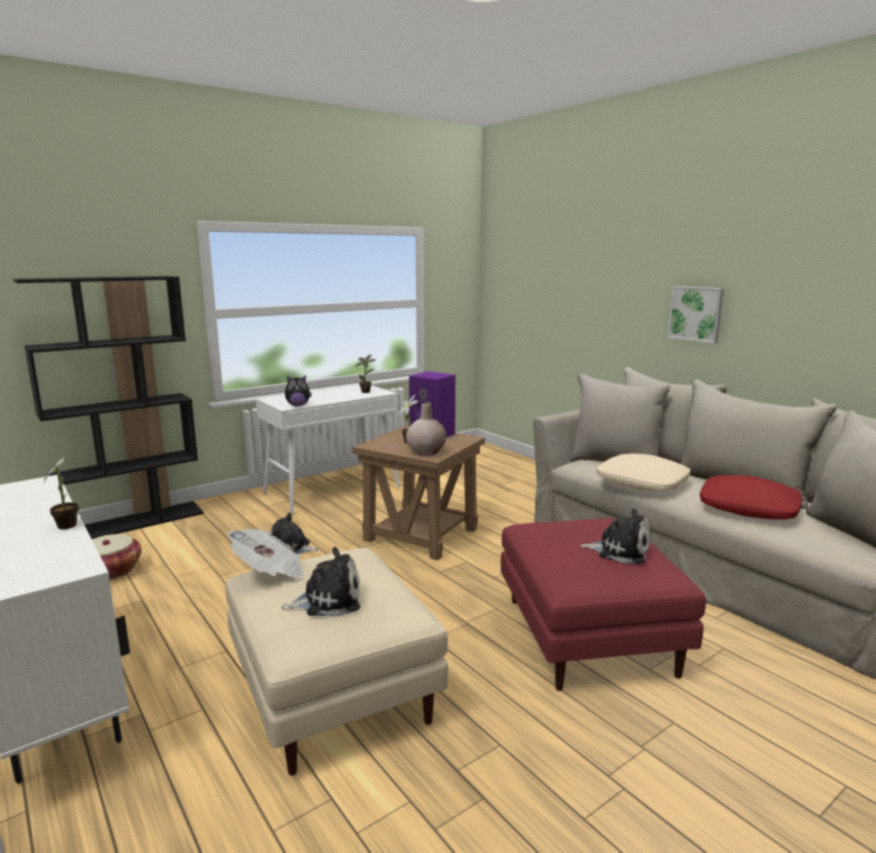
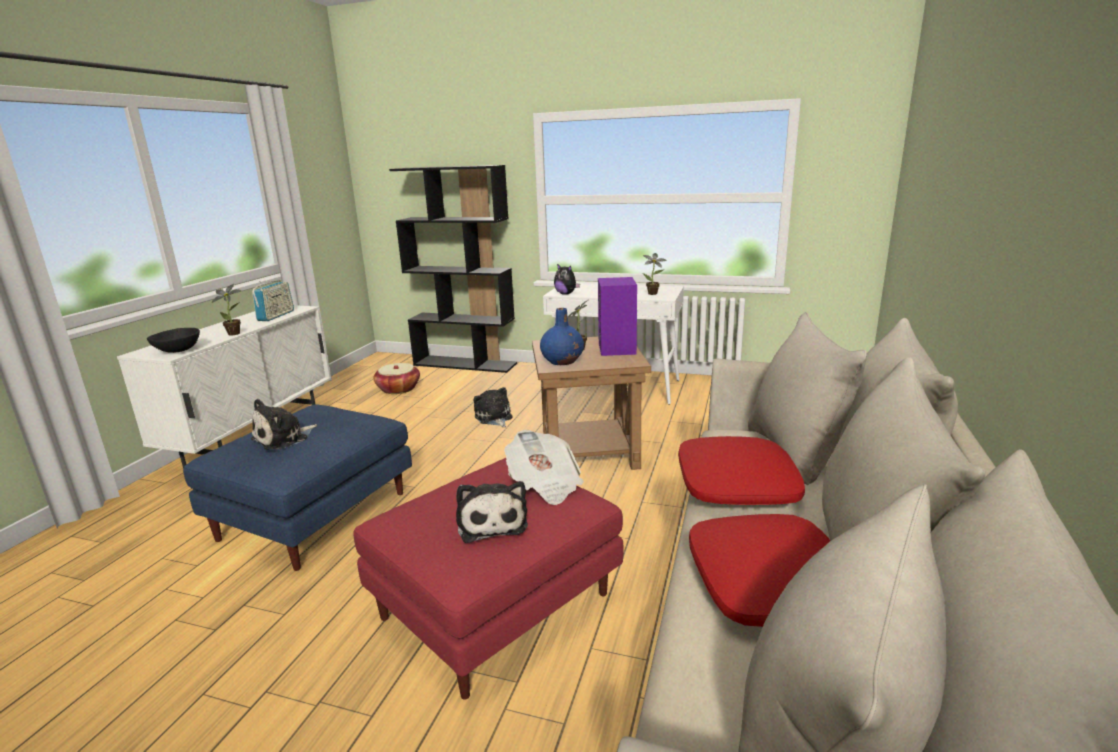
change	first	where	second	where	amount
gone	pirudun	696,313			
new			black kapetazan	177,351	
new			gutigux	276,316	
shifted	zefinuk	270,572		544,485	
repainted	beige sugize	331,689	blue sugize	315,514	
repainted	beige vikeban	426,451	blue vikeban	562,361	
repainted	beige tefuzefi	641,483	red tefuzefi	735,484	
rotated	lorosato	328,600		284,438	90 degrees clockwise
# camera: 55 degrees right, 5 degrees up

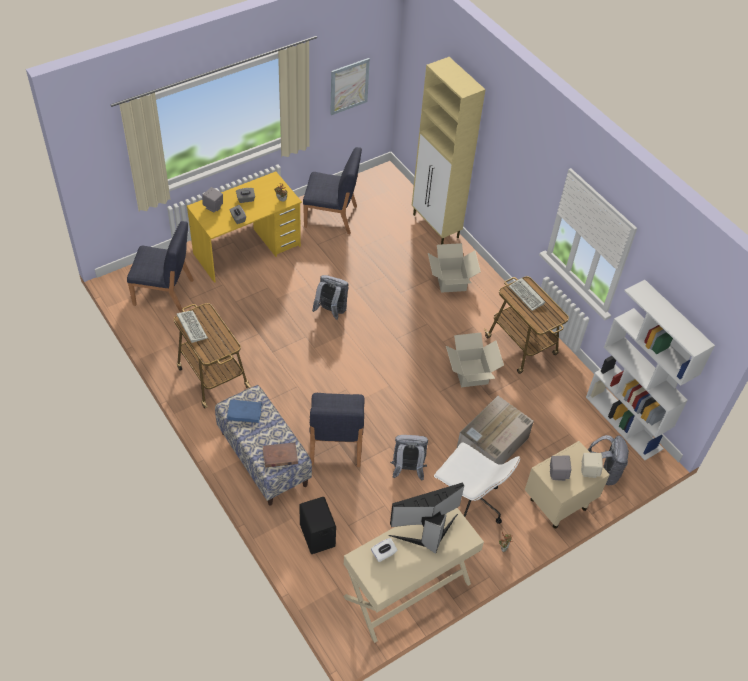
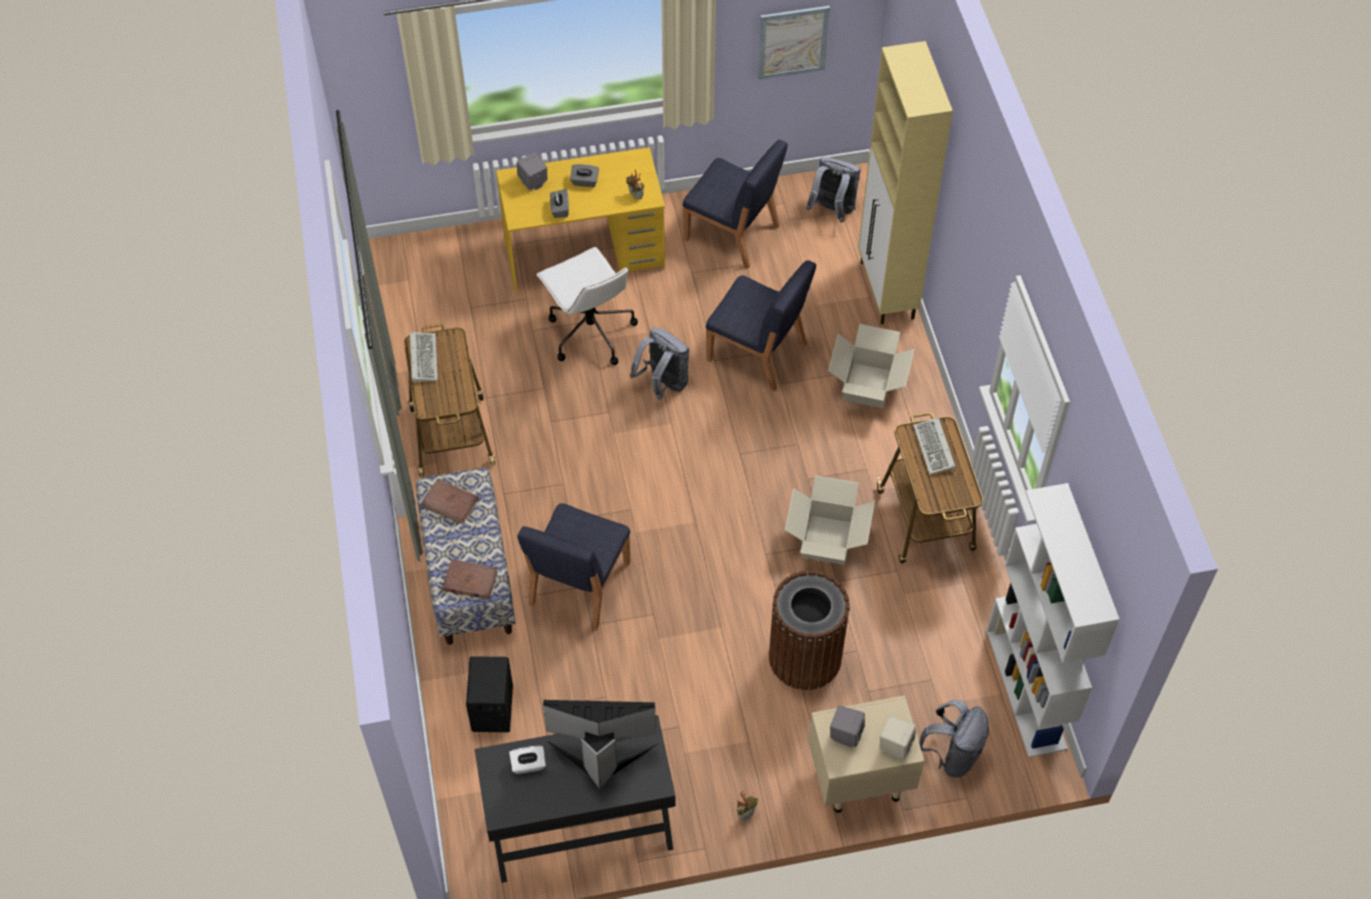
change	first	where	second	where	amount
shifted	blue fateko	164,293		757,353	
shifted	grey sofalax	407,470		832,211	
shifted	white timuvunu	469,503		590,332	
swapped	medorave	492,444	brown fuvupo	805,657	
repainted	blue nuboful	244,412	brown nuboful	450,503	
repainted	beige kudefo	407,590	black kudefo	580,827	
# camera: 25 degrees right, 5 degrees up

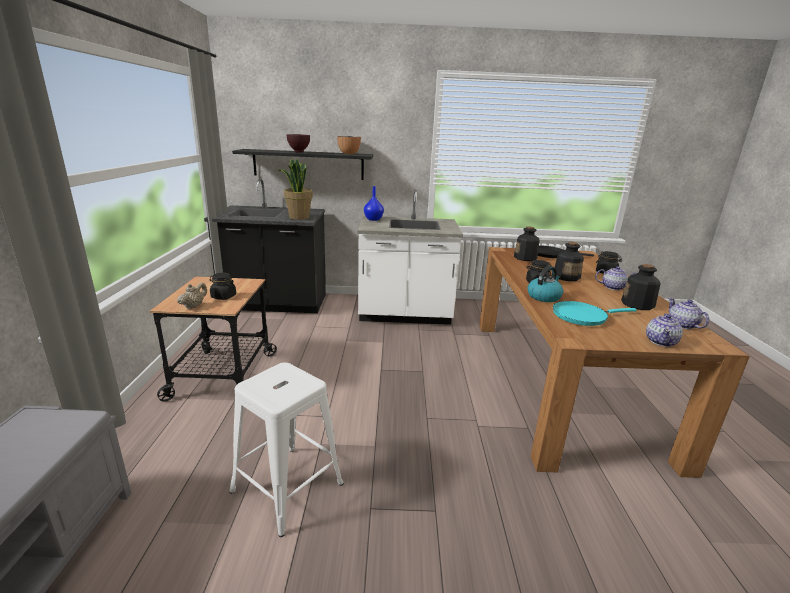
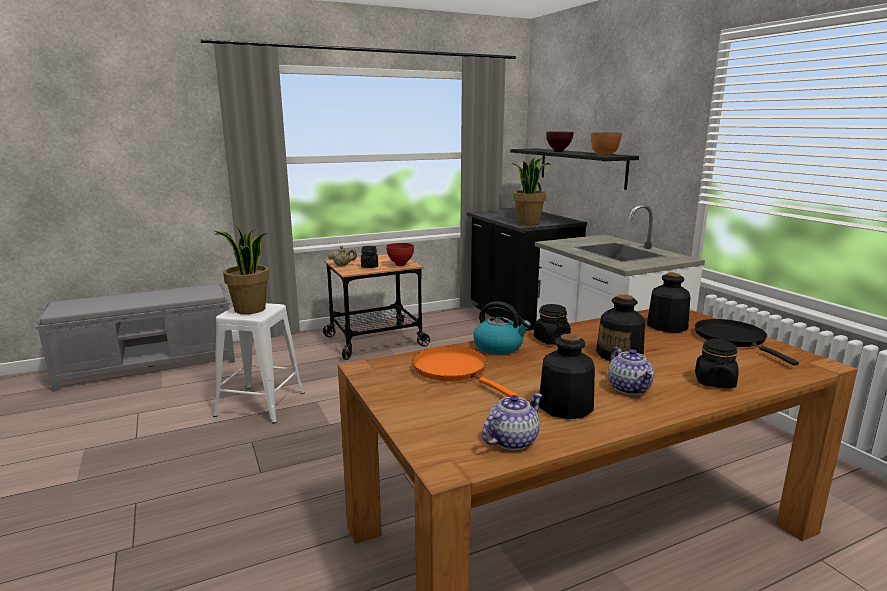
change	first	where	second	where	amount
gone	blue vikeban	373,219			
gone	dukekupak	661,342			
new			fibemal	249,309	
new			red kapetazan	400,265	
repainted	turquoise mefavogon	582,316	orange mefavogon	454,370	
# camera: 65 degrees right, 5 degrees down

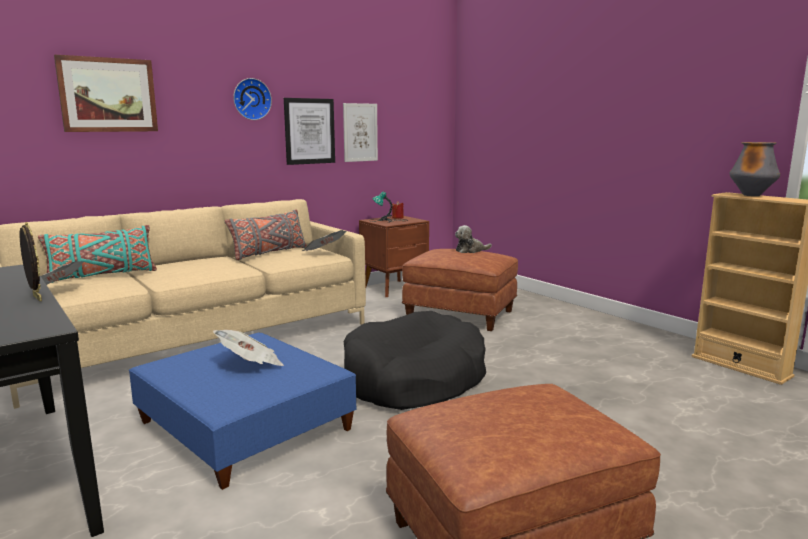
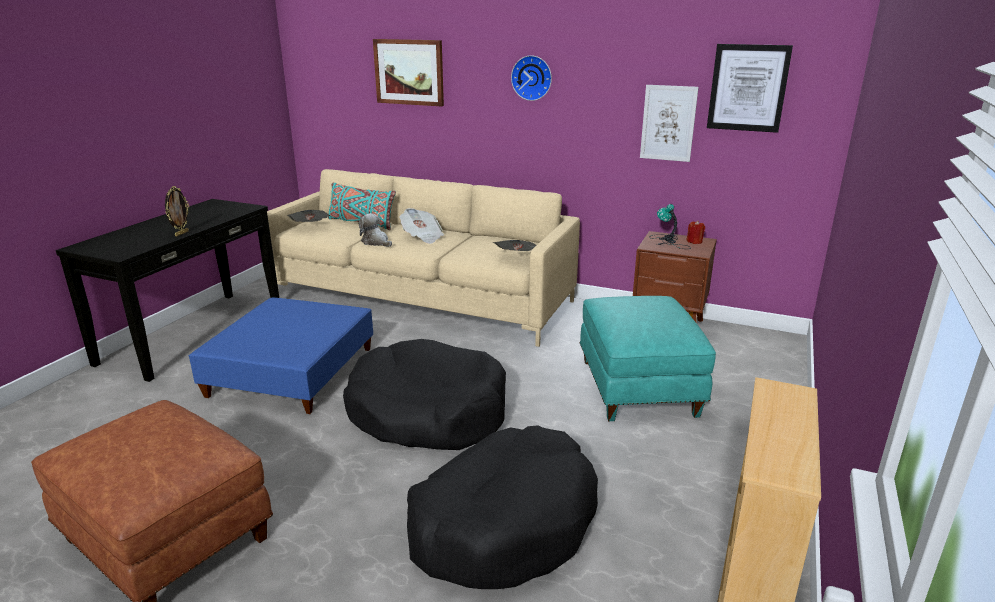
change	first	where	second	where	amount
gone	grey tefuzefi	269,253			
gone	vikeban	751,195			
new			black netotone	503,523	
shifted	zefinuk	251,364		422,237	
shifted	pirudun	309,131		748,88	
shifted	lorosato	470,250		376,242	
repainted	brown sugize	461,314	turquoise sugize	639,388	
# camera: 60 degrees right, 10 degrees up

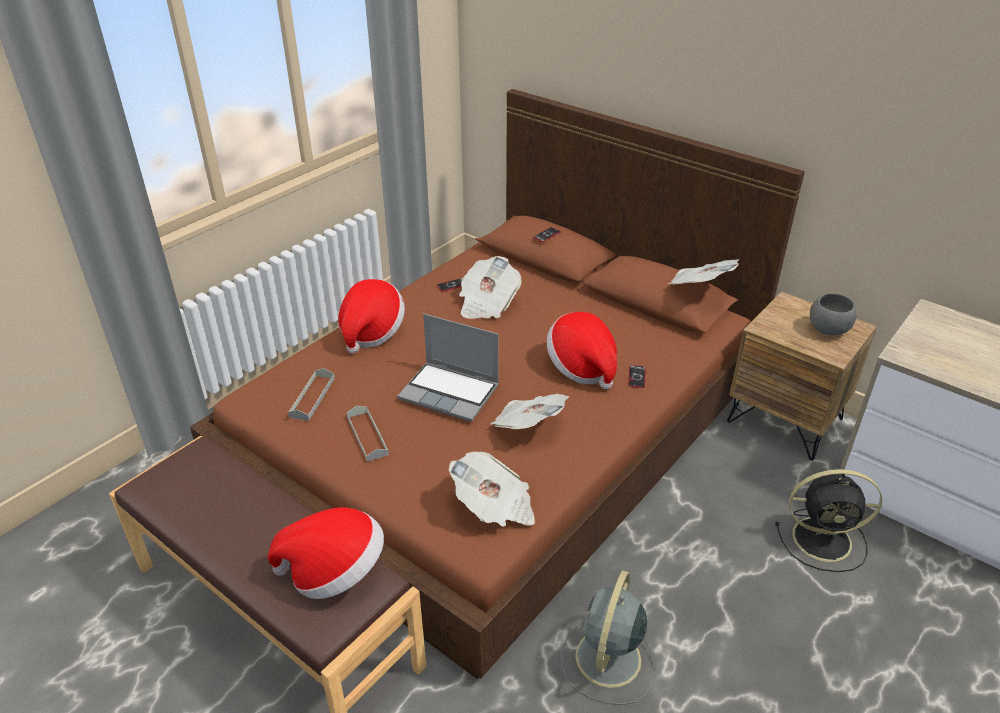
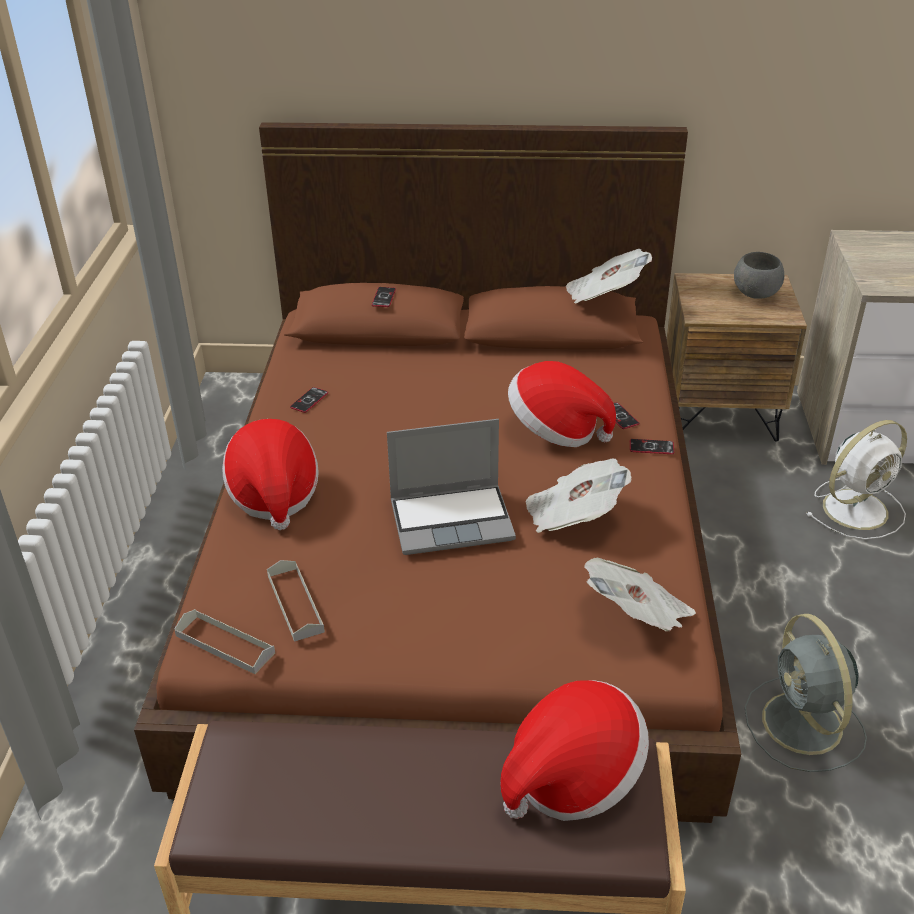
change	first	where	second	where	amount
gone	zefinuk	487,304			
new			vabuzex	651,447	
shifted	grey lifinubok	367,436		225,644	
repainted	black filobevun	824,539	white filobevun	857,508	
# camera: 35 degrees left, 0 degrees up

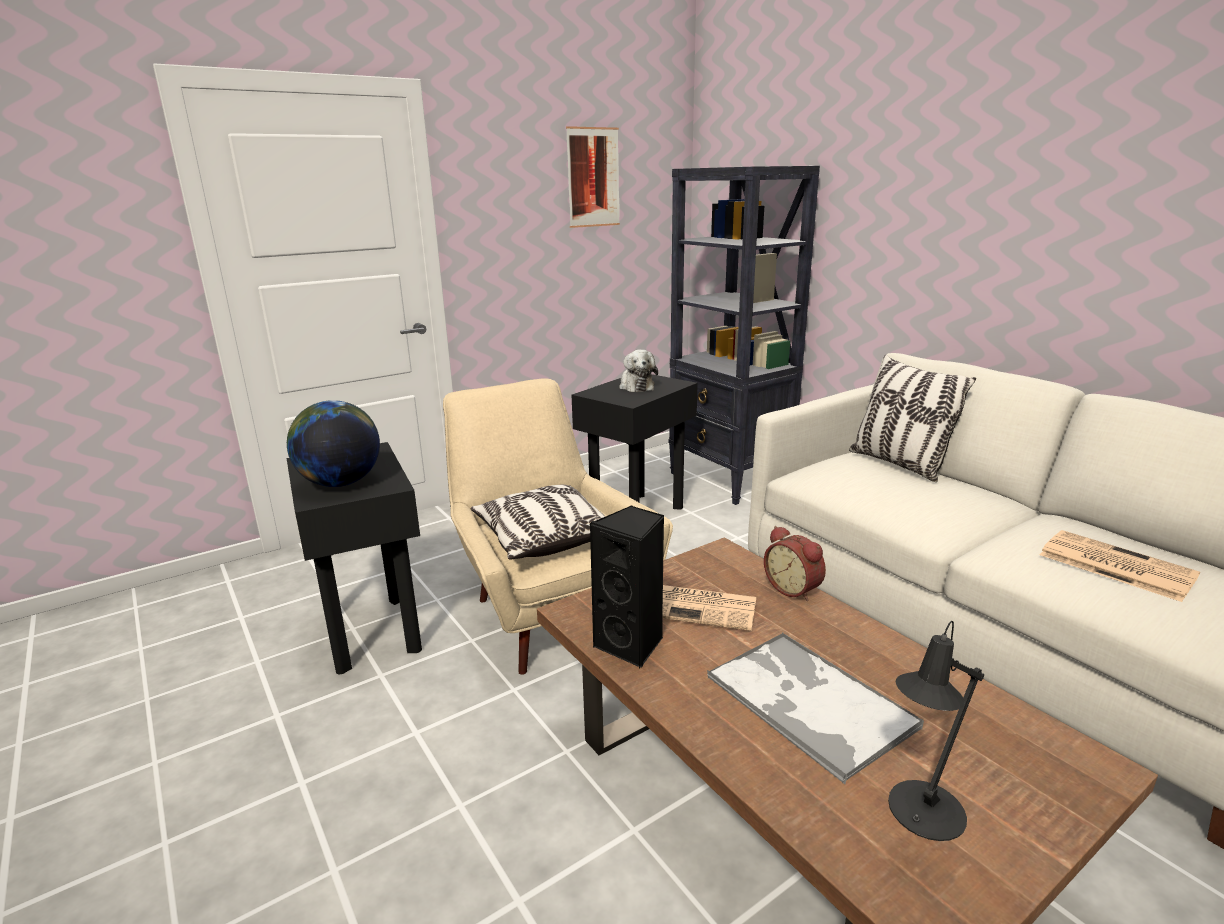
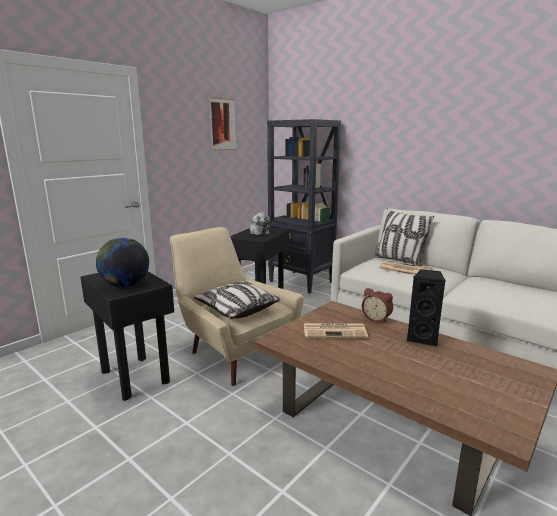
change	first	where	second	where	amount
gone	lifinubok	807,701			
gone	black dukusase	921,816			
shifted	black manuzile	632,645		423,338	
shifted	zefinuk	1113,565		404,269	
# camera: 15 degrees left, 5 degrees down

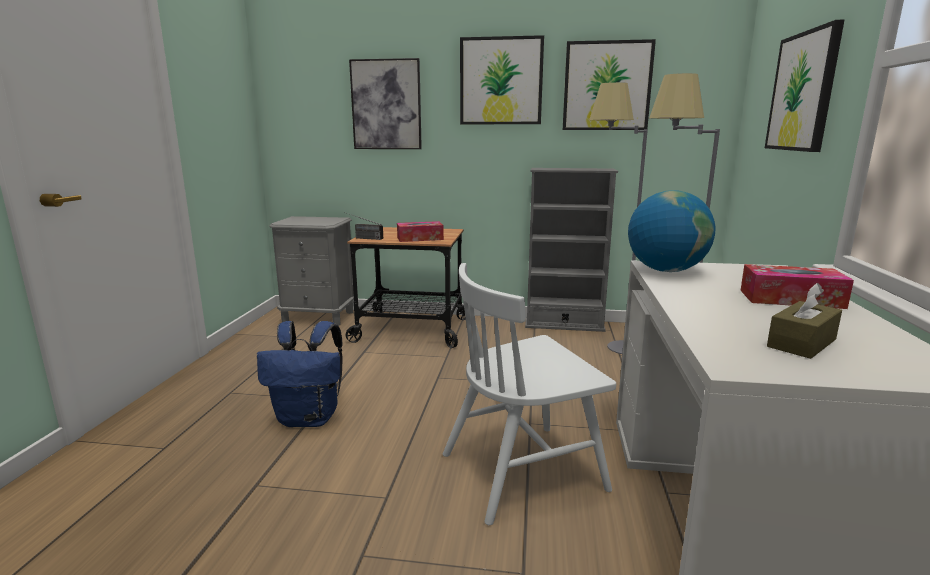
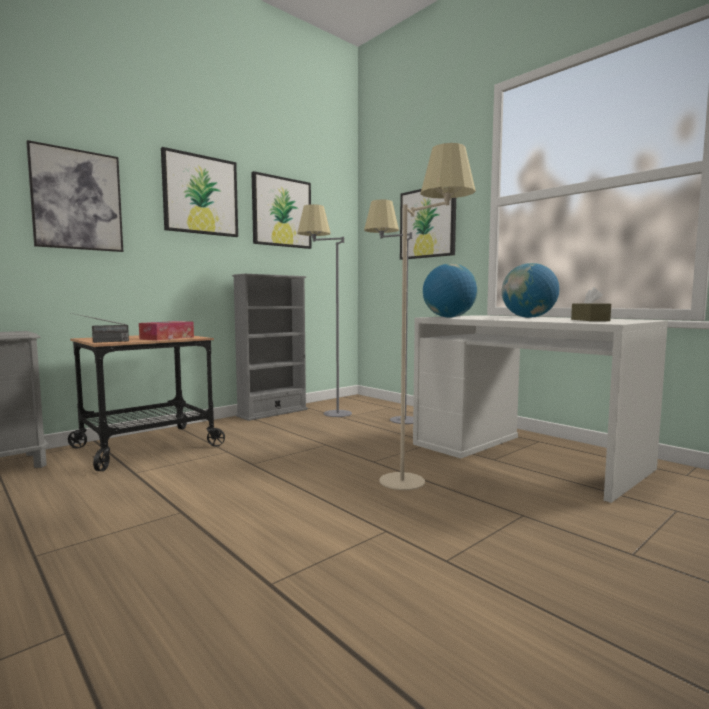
change	first	where	second	where	amount
gone	blue sofalax	310,418			
swapped	white fateko	523,471	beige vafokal	423,481	
swapped	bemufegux	791,299	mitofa	528,317	
# camera: 50 degrees left, 10 degrees down

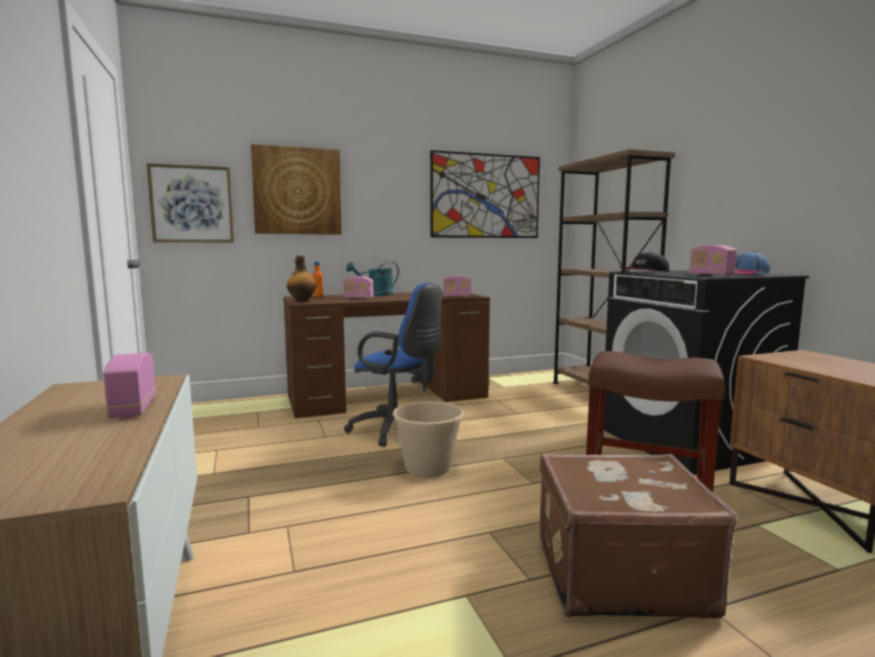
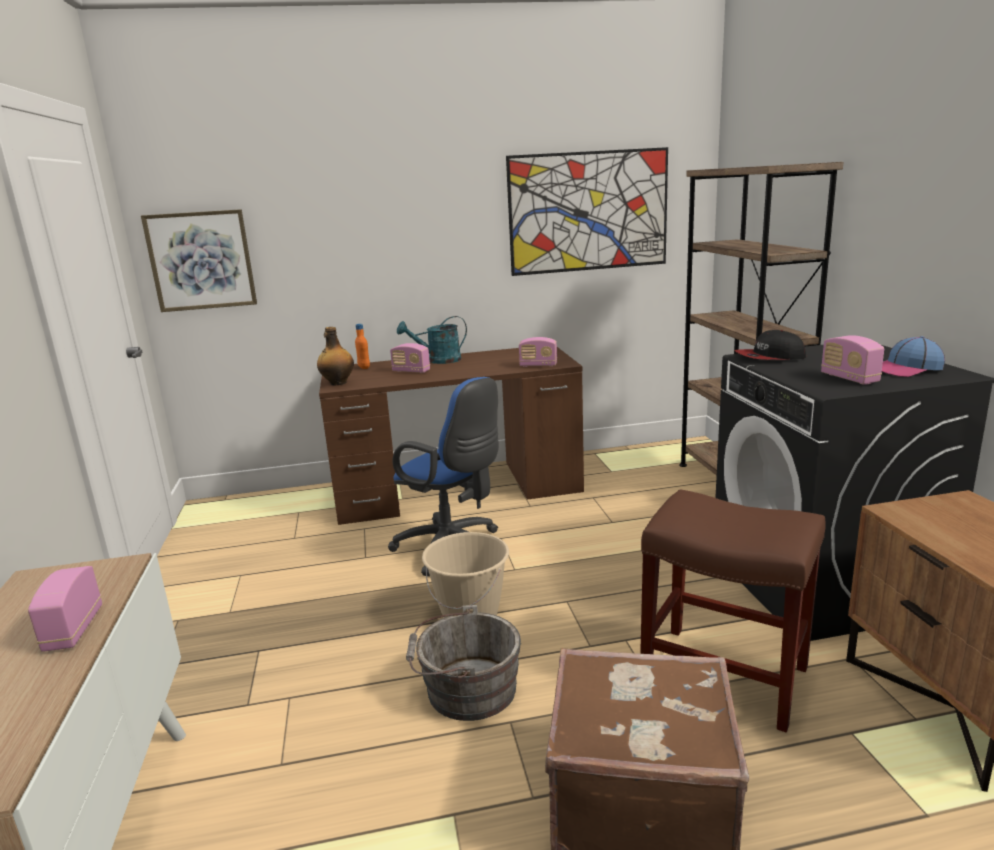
change	first	where	second	where	amount
gone	pirudun	297,191			
new			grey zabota	466,690	
# camera: 10 degrees right, 10 degrees up

